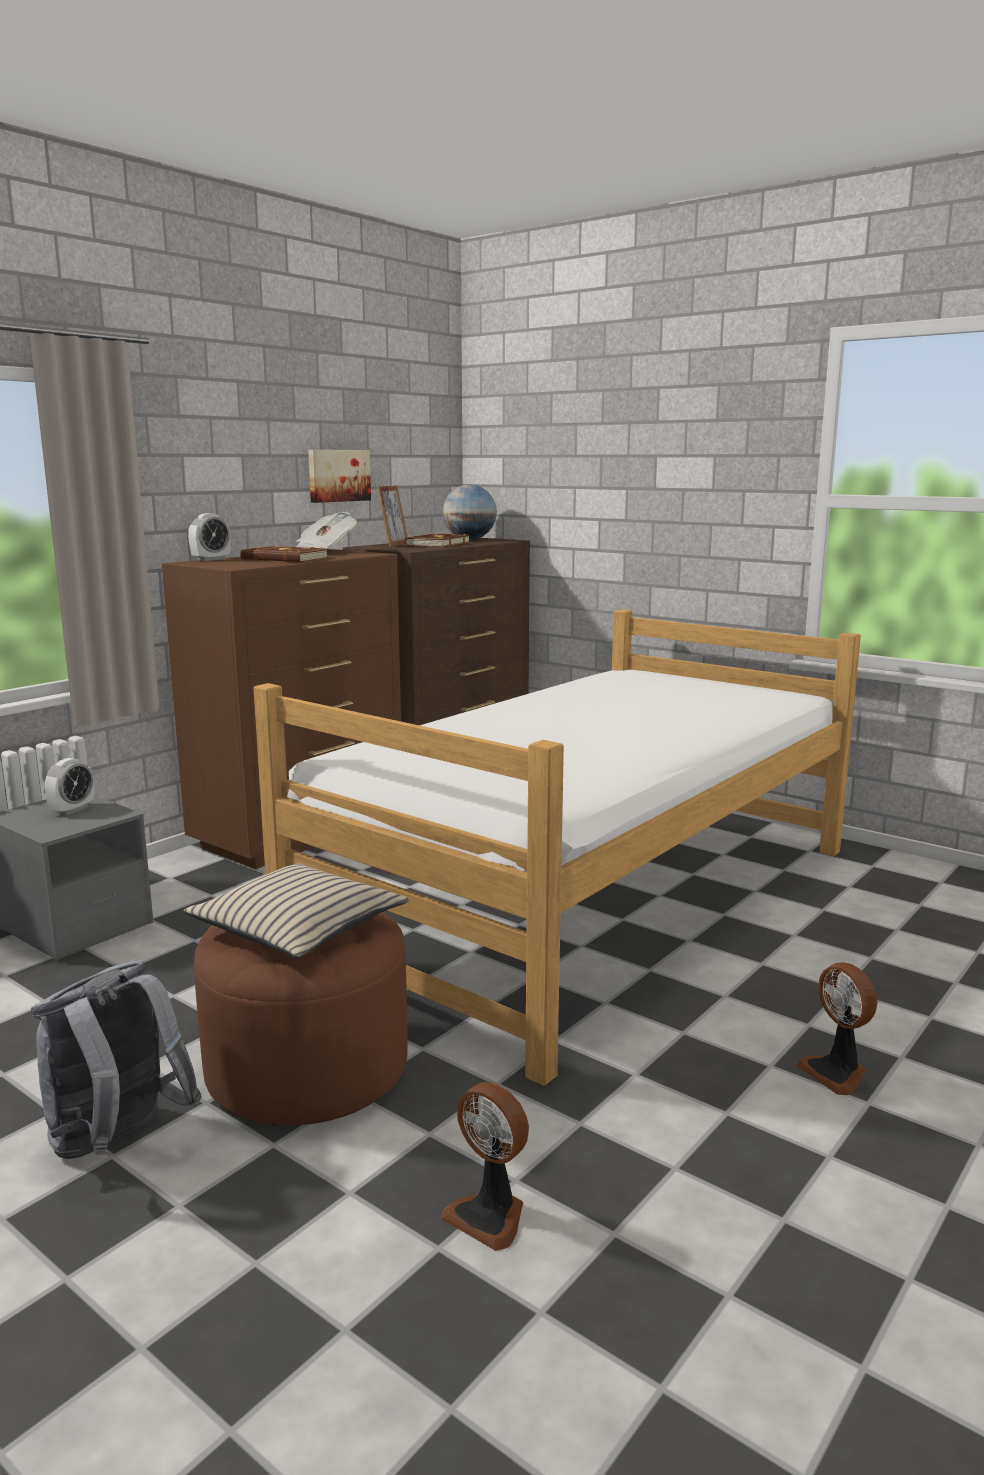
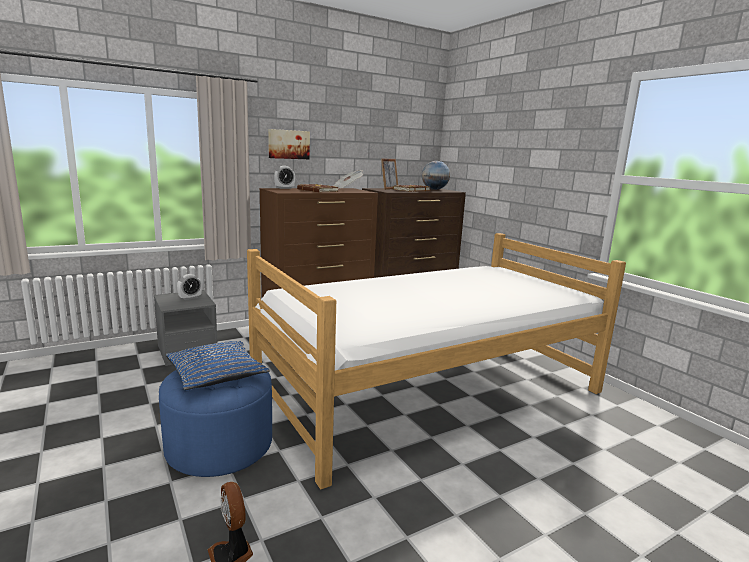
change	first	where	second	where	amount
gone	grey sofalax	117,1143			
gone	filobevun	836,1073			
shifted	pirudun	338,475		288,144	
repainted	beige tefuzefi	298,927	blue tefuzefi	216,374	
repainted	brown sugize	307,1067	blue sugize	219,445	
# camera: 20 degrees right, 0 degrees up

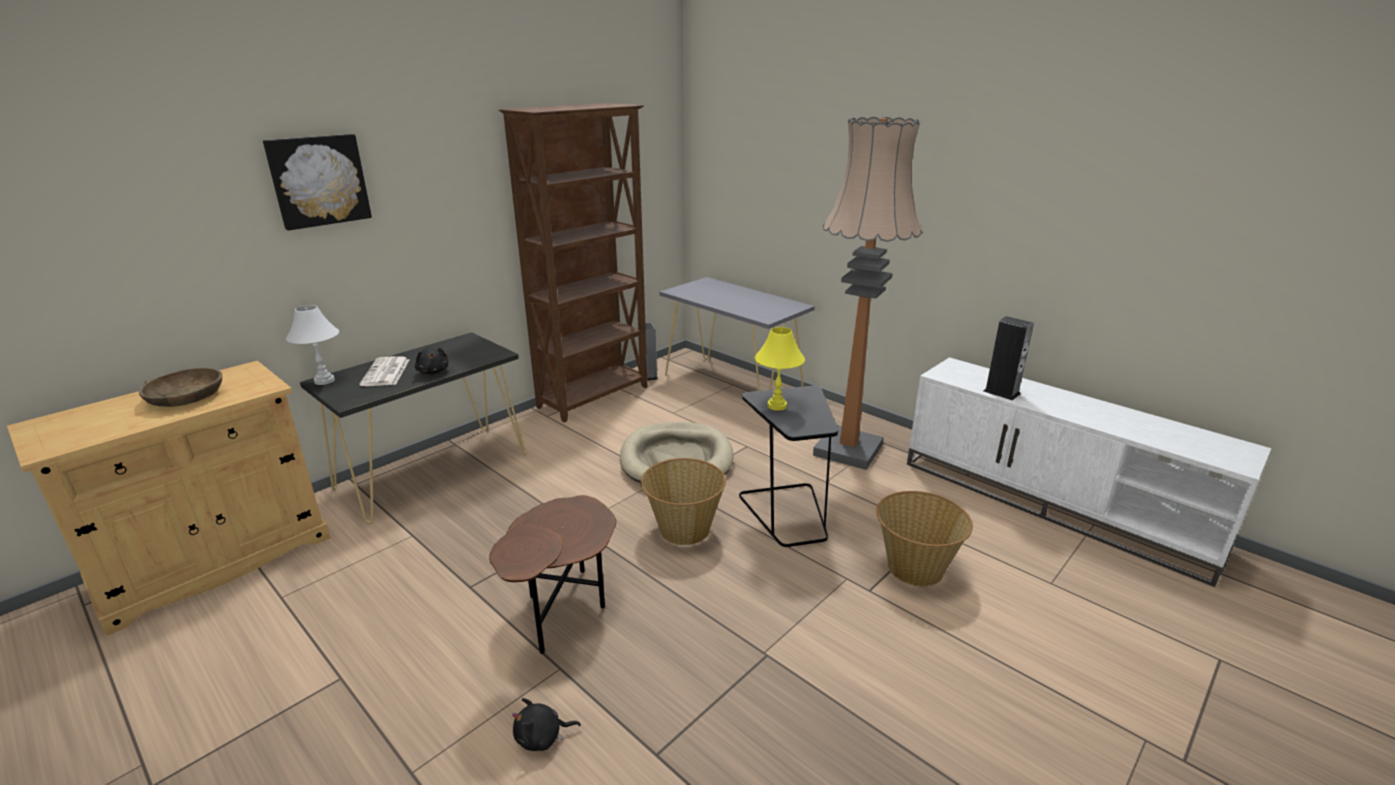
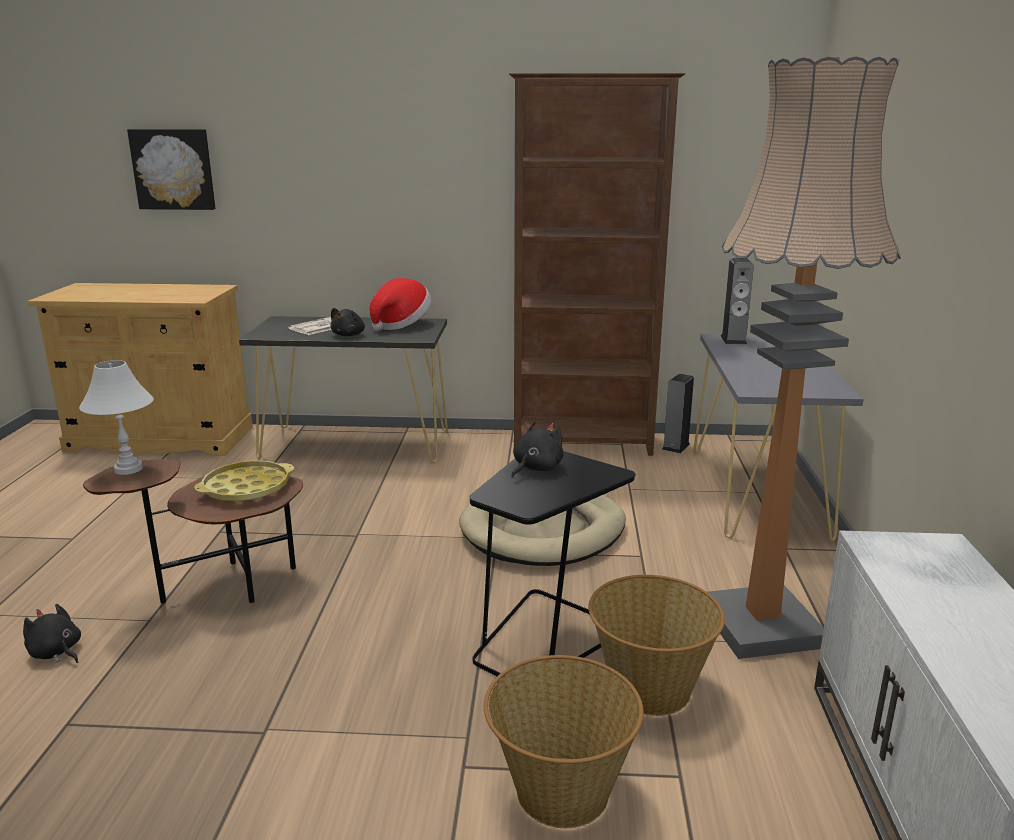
change	first	where	second	where	amount
gone	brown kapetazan	185,397			
new			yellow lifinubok	246,488	
new			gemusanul	400,324	
shifted	pirudun	318,180		174,169	
shifted	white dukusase	324,381		128,469	
shifted	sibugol	683,529		650,688	
shifted	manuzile	1001,392		733,339	
swapped	yellow dukusase	777,406	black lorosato	535,468	
# camera: 50 degrees right, 5 degrees down

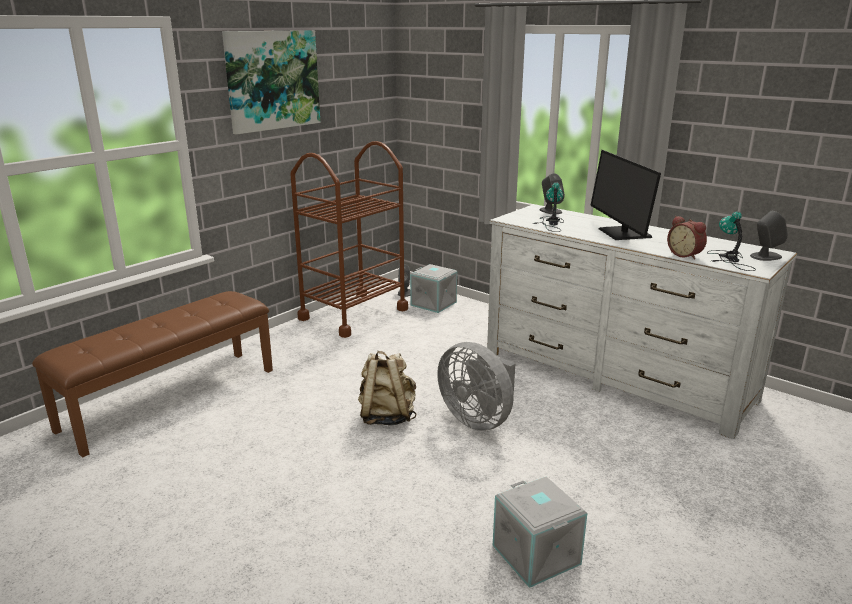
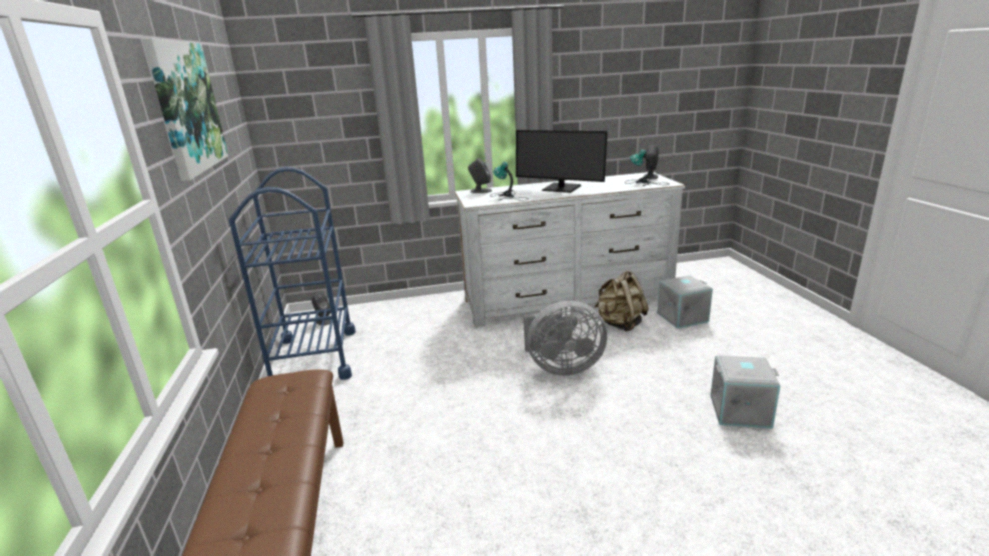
change	first	where	second	where	amount
gone	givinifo	685,255			
shifted	beige sofalax	387,417		620,324	
shifted	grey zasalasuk	434,303		682,317	
repainted	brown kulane	353,314	blue kulane	314,358	
# camera: 50 degrees left, 0 degrees up

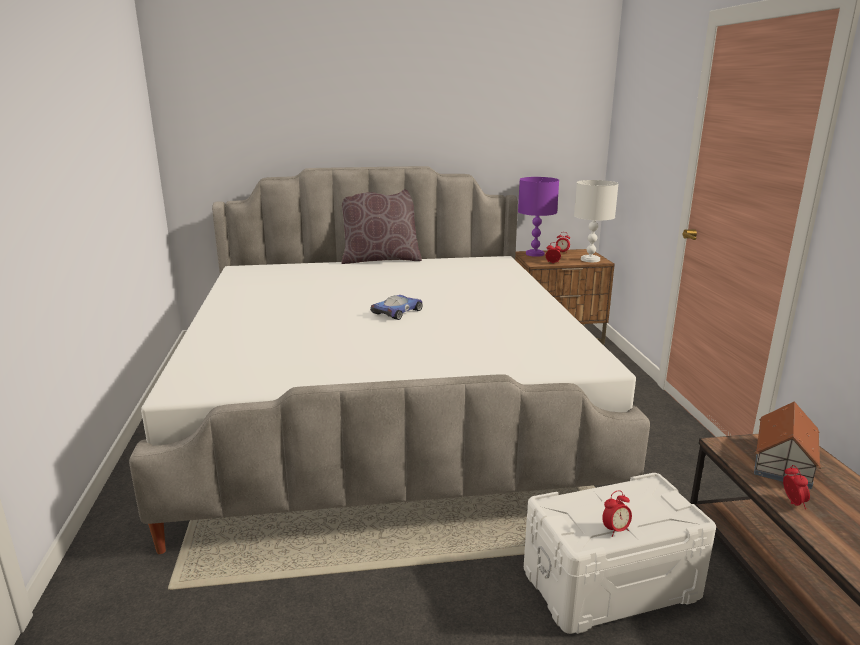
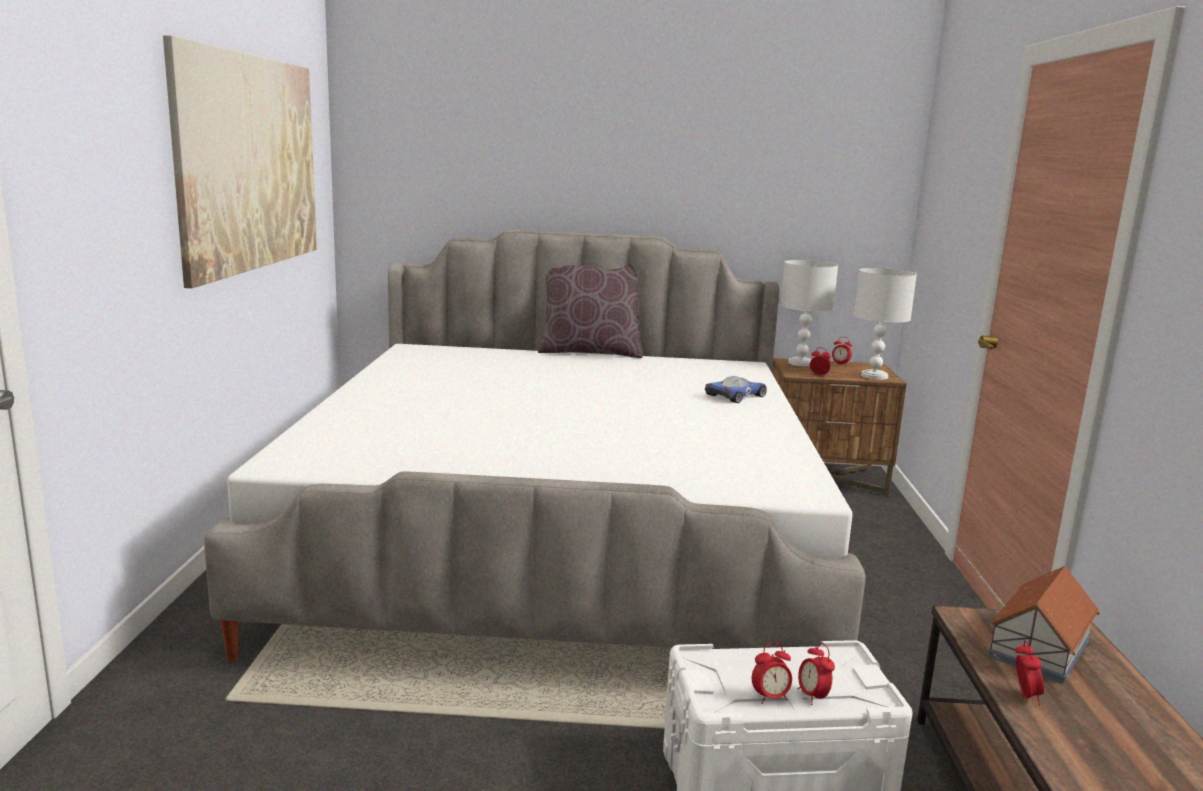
change	first	where	second	where	amount
new			pirudun	251,163	
new			givinifo	812,696	
shifted	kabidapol	398,311		736,395	
repainted	purple dukusase	534,254	white dukusase	800,363	
# camera: 10 degrees right, 5 degrees down

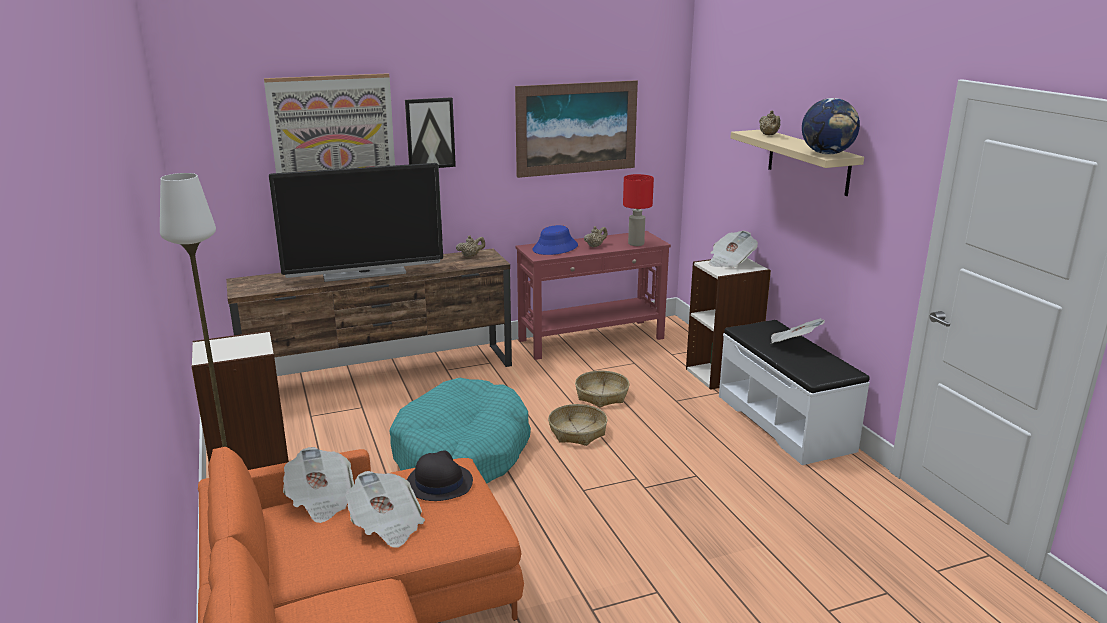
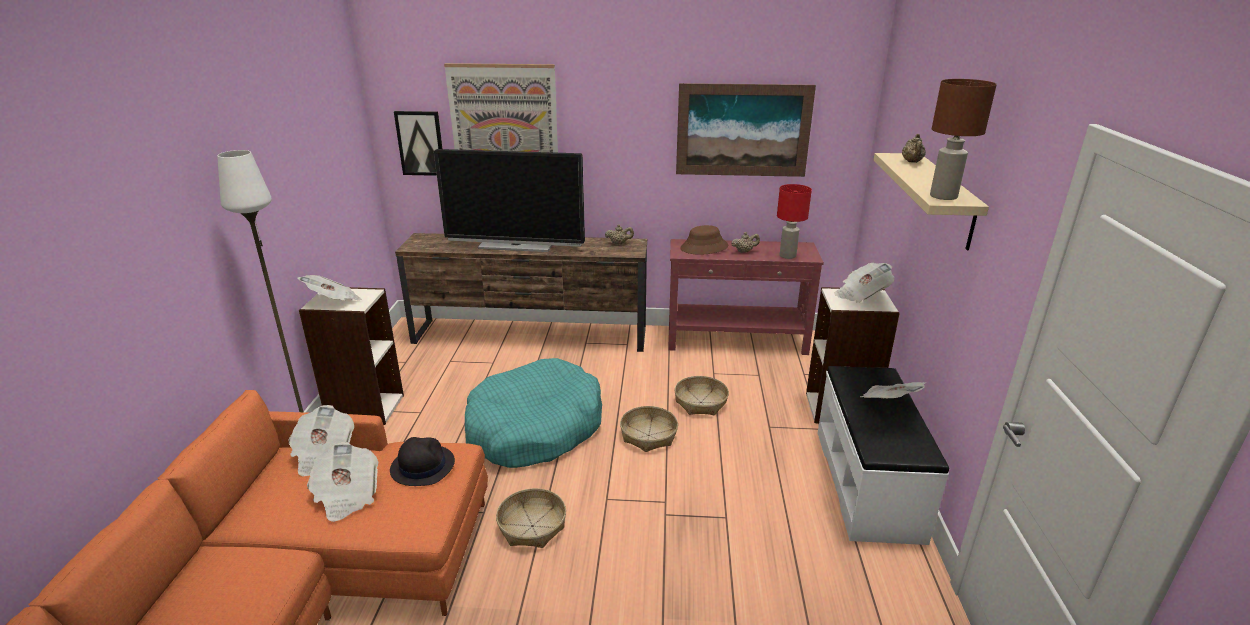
change	first	where	second	where	amount
new			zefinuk	334,301	
new			sibugol	532,526	
shifted	pirudun	430,133		420,143	
swapped	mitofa	827,154	brown dukusase	944,196	
repainted	blue gemusanul	555,248	brown gemusanul	704,247	
# camera: 25 degrees right, 5 degrees up

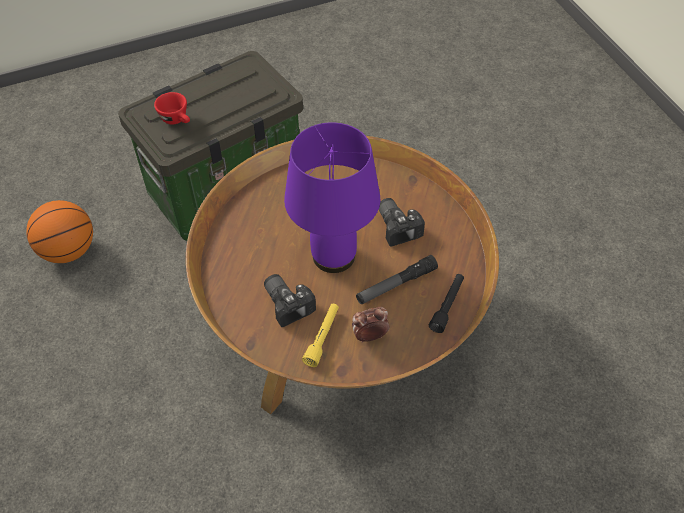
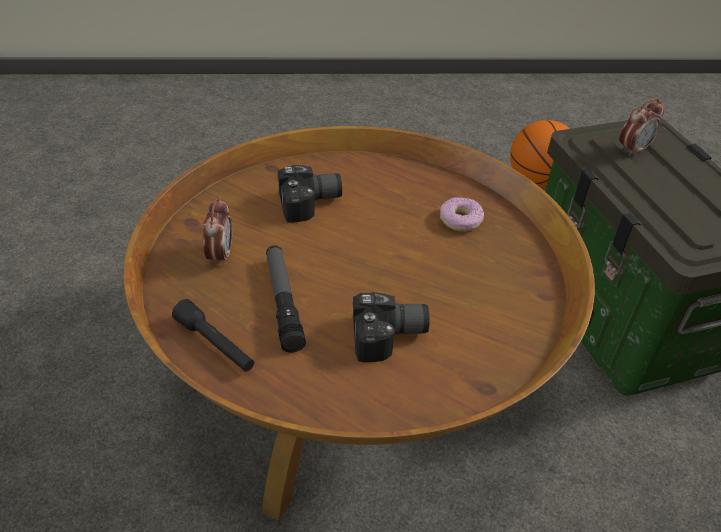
change	first	where	second	where	amount
gone	purple dukusase	333,257			
gone	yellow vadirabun	322,338			
new			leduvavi	460,220	
swapped	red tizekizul	177,120	givinifo	633,150	
# camera: 105 degrees right, 10 degrees down

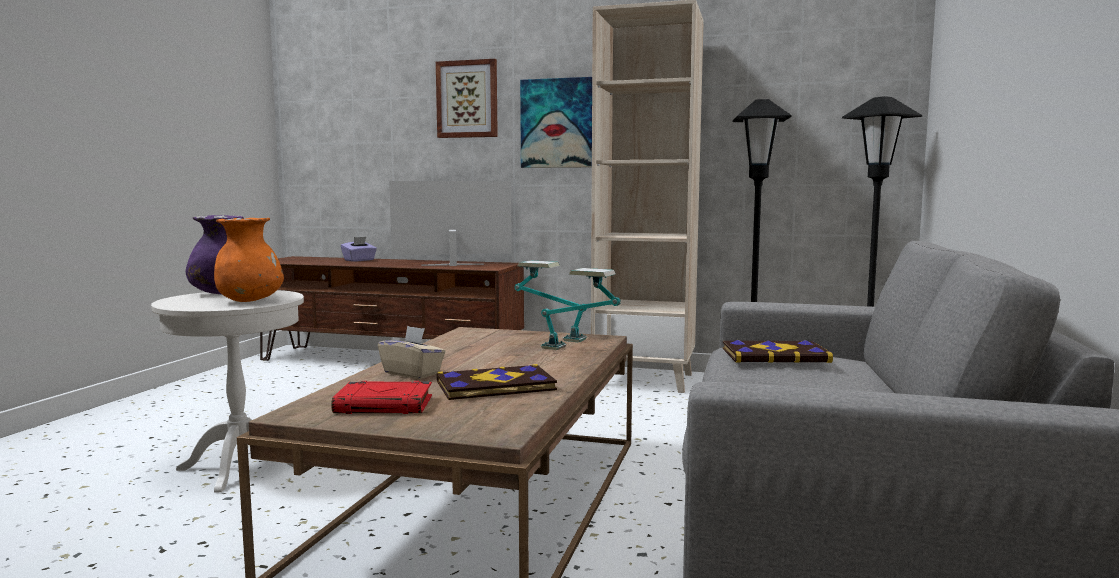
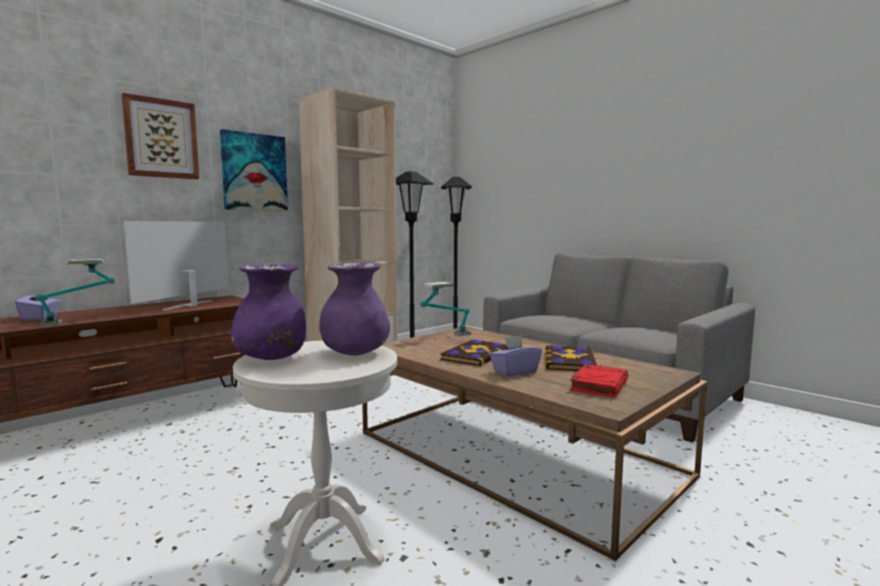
change	first	where	second	where	amount
shifted	dukusase	580,350		80,321	
shifted	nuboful	774,355		475,355	
repainted	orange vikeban	249,301	purple vikeban	355,353	
repainted	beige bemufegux	412,373	purple bemufegux	514,371	
# camera: 60 degrees left, 0 degrees up

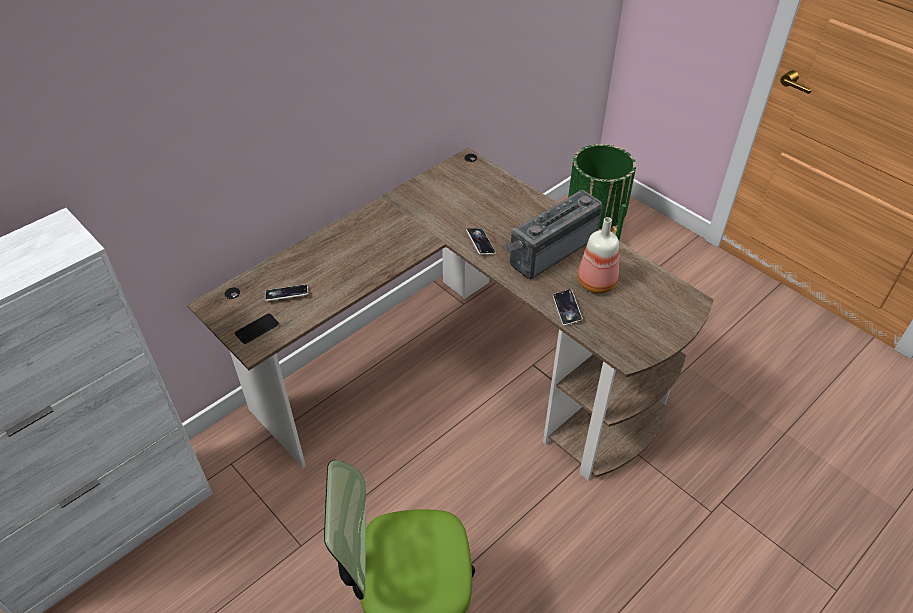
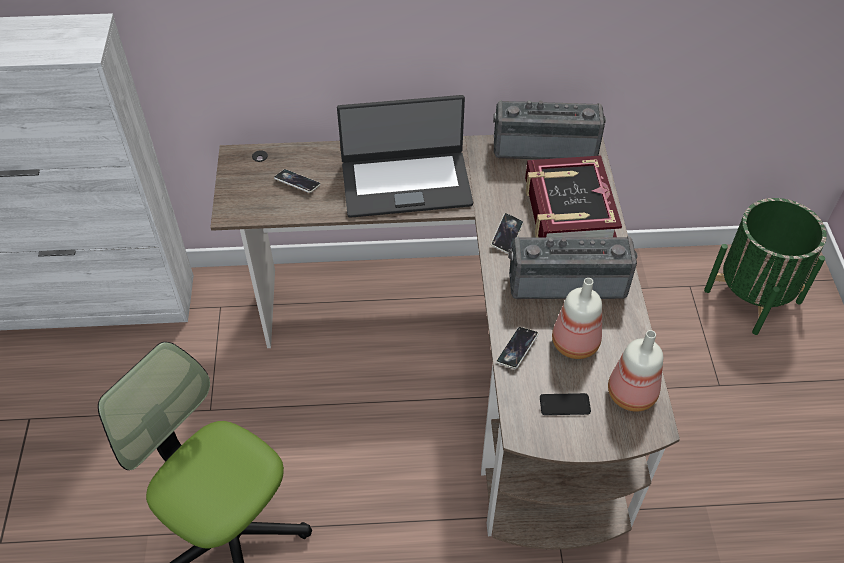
change	first	where	second	where	amount
new			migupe	406,183	
new			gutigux	545,145	
new			nuboful	568,210	
new			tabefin	633,393	
shifted	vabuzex	257,329		564,405	
# camera: 40 degrees right, 5 degrees up

